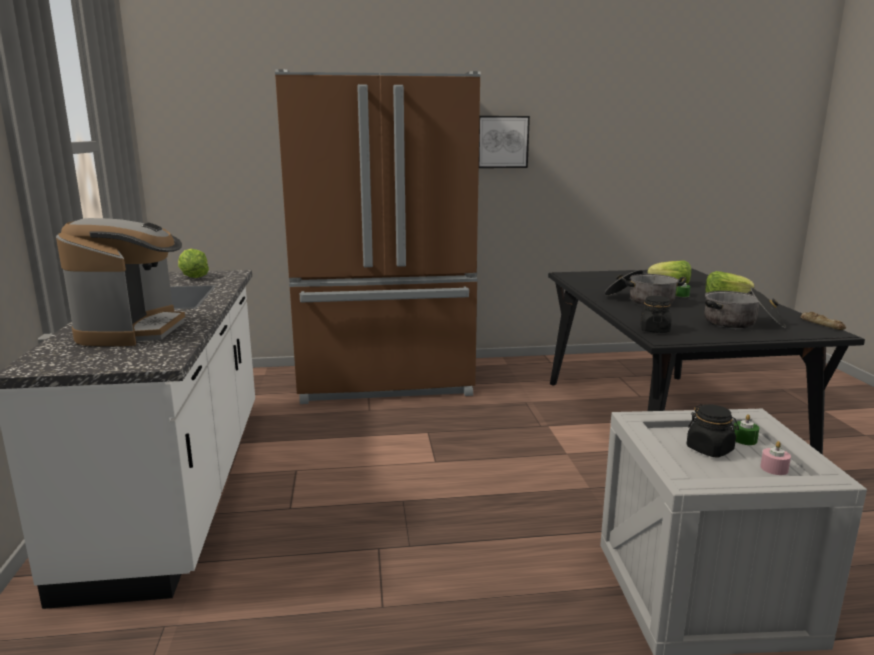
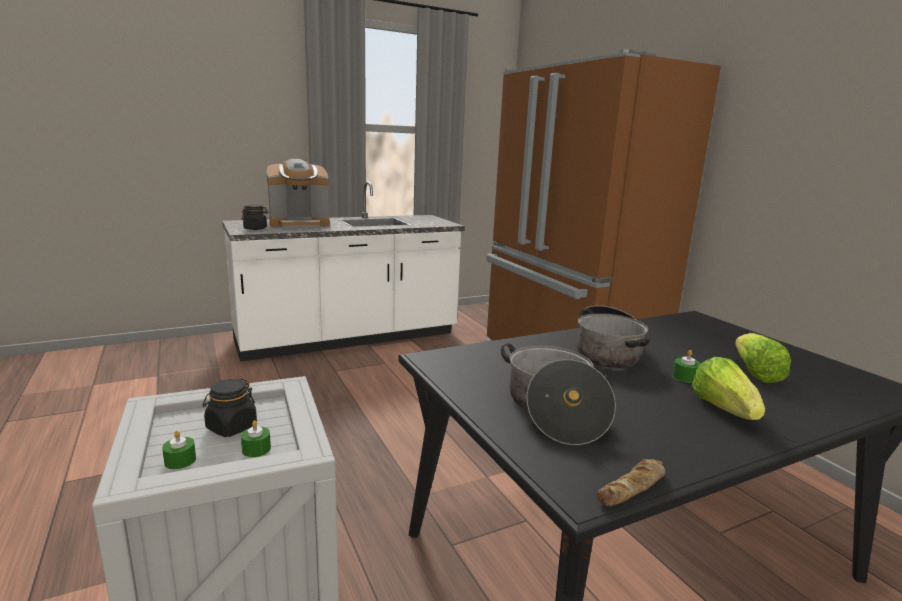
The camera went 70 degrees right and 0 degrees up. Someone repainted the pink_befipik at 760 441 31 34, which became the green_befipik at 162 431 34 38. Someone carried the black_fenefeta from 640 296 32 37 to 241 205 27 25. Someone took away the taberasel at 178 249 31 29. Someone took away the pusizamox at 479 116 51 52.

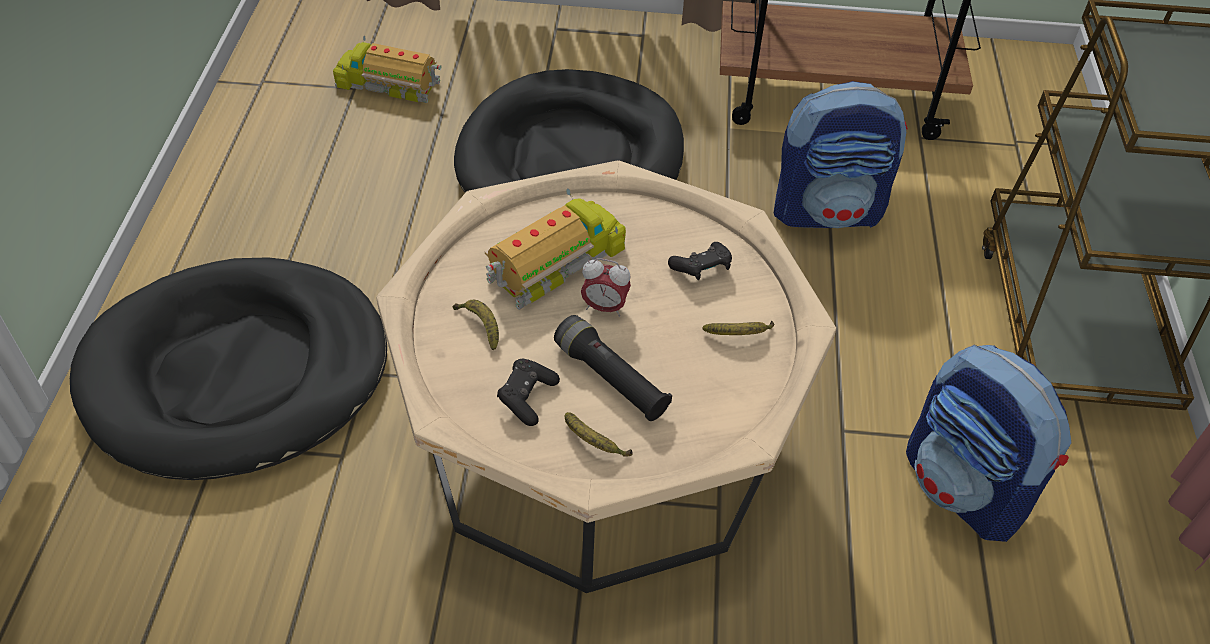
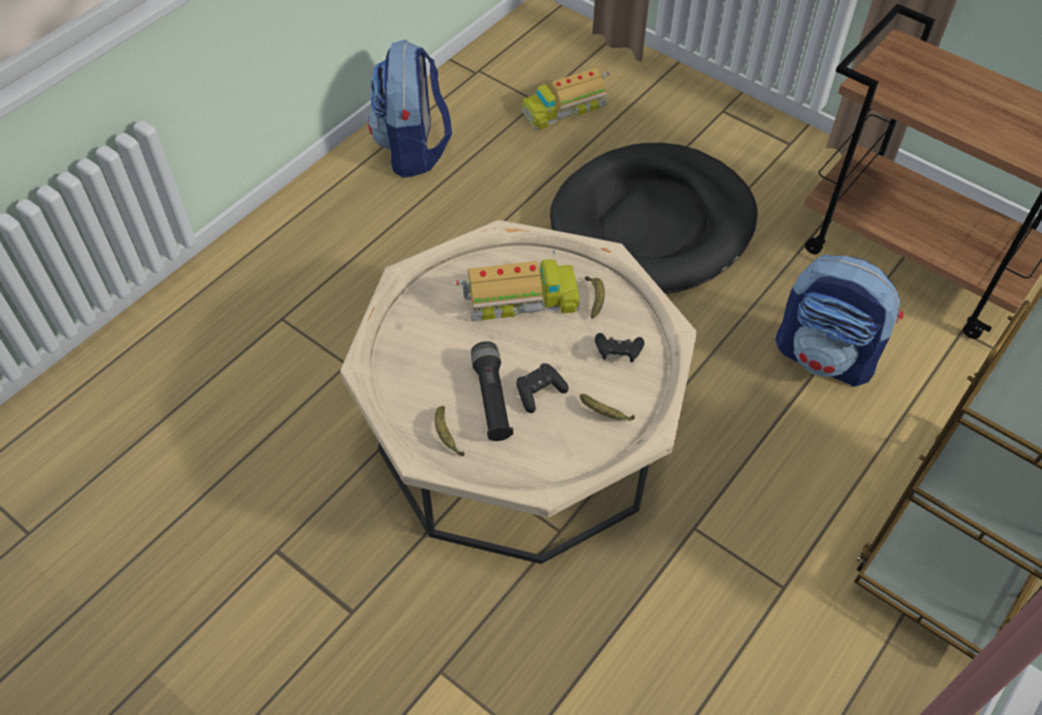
The camera went 35 degrees right and 5 degrees up. Someone carried the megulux from 906 345 165 197 to 368 40 84 138. Someone carried the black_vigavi from 497 359 63 67 to 516 363 53 50. Someone rotated the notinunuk at 333 36 108 67 by 75 degrees counterclockwise. Someone carried the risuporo from 452 300 47 51 to 585 276 20 42. Someone took away the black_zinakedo at 70 257 317 223. Someone took away the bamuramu at 581 258 50 59.

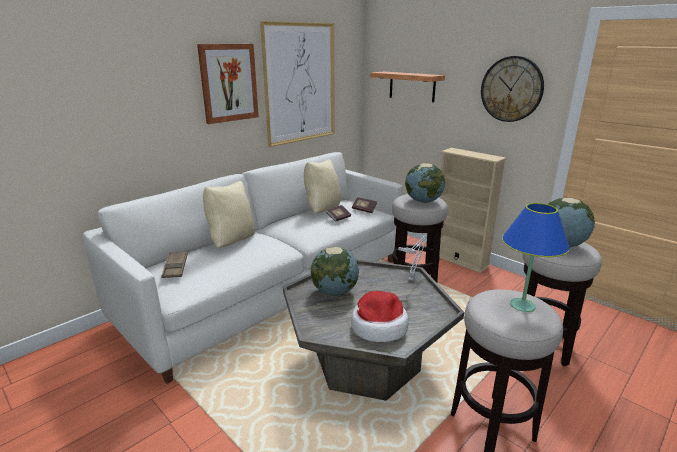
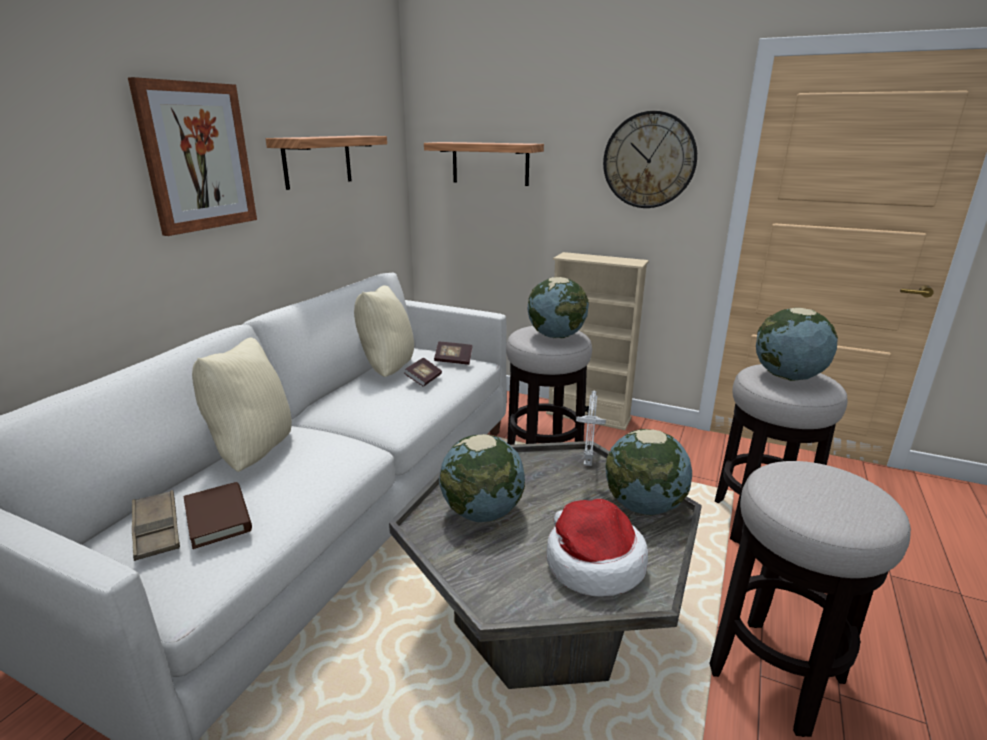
The camera went 20 degrees left and 0 degrees up. Someone put down the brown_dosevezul at 184 482 68 67. Someone swapped the pusizamox at 260 21 75 126 for the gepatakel at 266 136 121 54. Someone put down the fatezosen at 605 429 87 87. Someone took away the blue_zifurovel at 502 203 68 109.

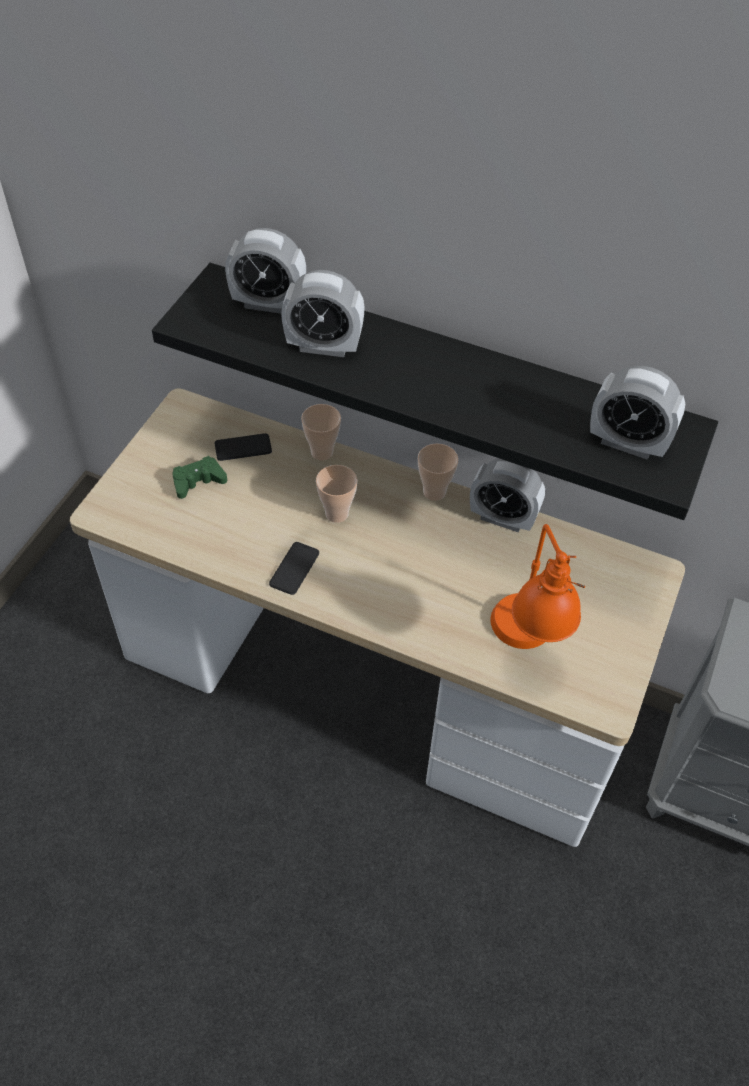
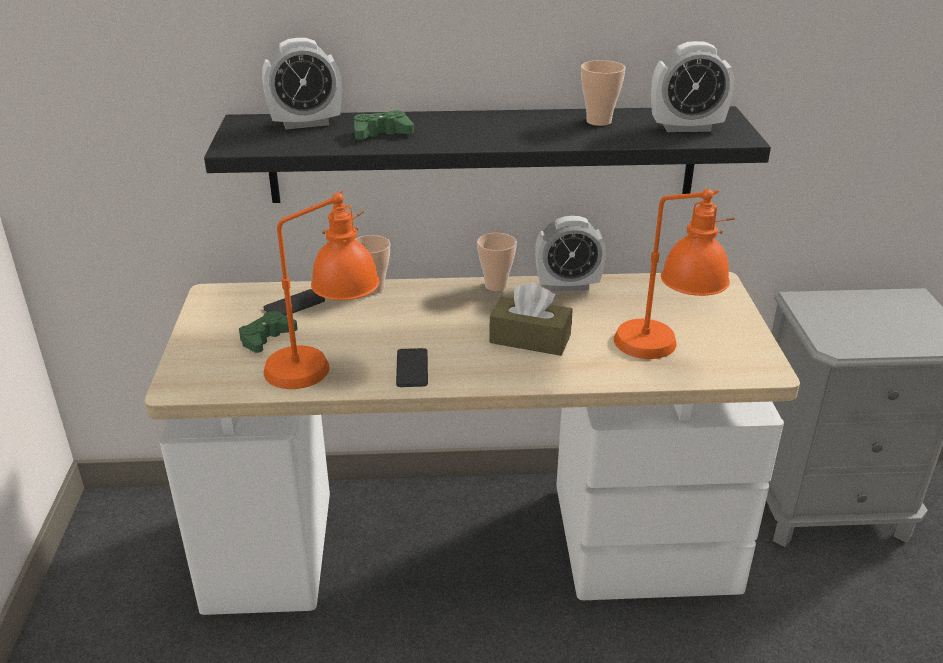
The camera went 25 degrees left and 20 degrees down. Someone put down the orange_zifurovel at 264 190 116 199. Someone swapped the bamuramu at 281 270 84 87 for the green_vigavi at 354 110 60 30. Someone put down the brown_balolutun at 489 282 84 74. Someone carried the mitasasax from 316 465 42 58 to 581 60 44 66.

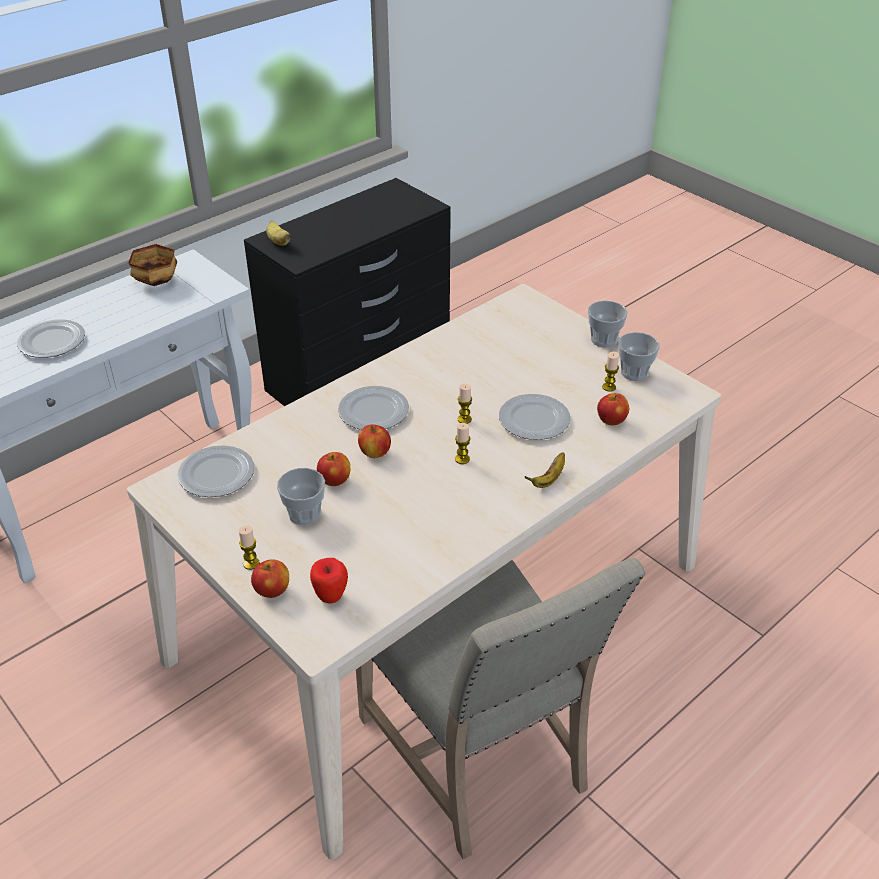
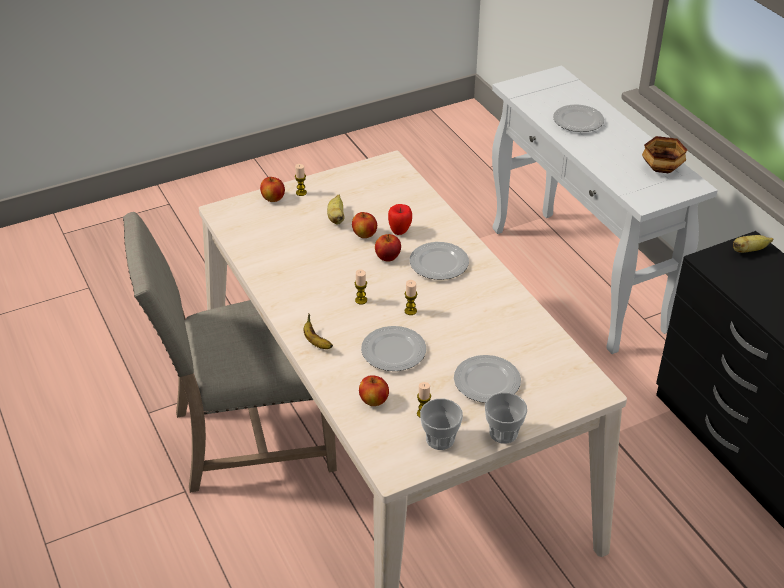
The camera went 105 degrees right and 0 degrees up. Someone swapped the mitasasax at 277 468 48 57 for the risuporo at 327 195 18 30. Someone carried the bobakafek from 310 558 38 45 to 388 204 24 31. Someone carried the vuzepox from 177 445 77 52 to 454 355 67 48.

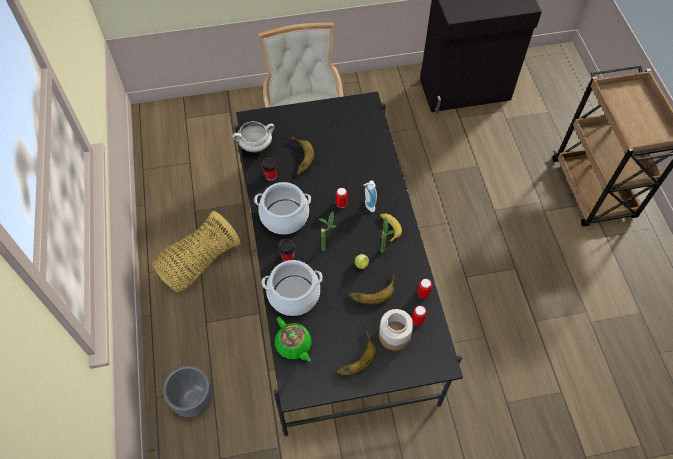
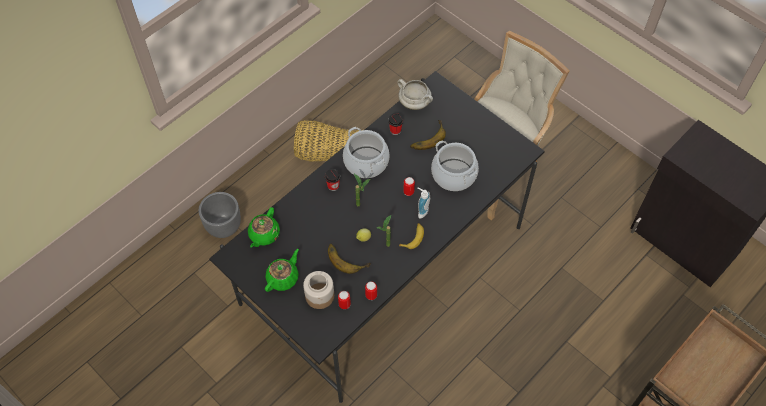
The camera went 55 degrees right and 0 degrees up. Someone swapped the risuporo at 335 330 41 46 for the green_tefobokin at 265 249 34 43. Someone carried the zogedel from 262 260 61 56 to 431 141 48 50.

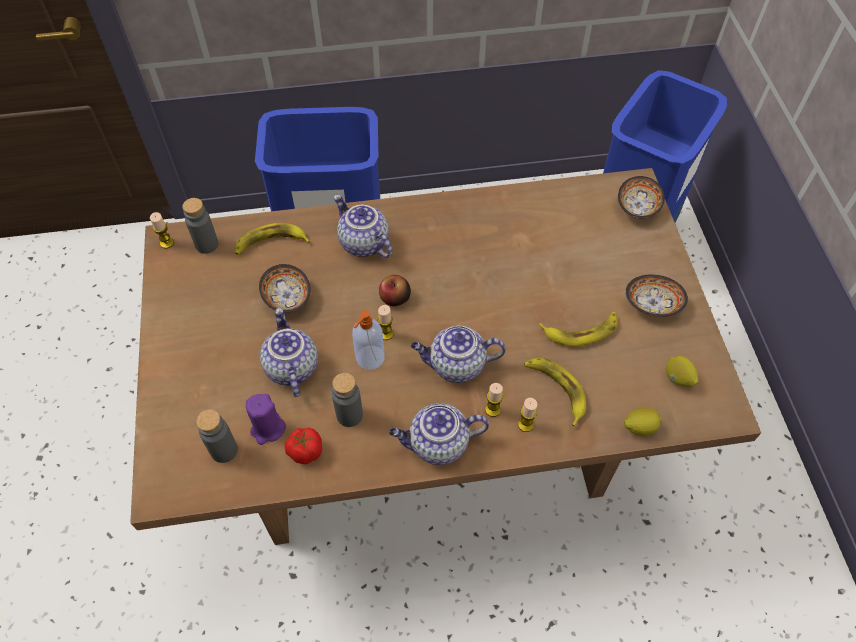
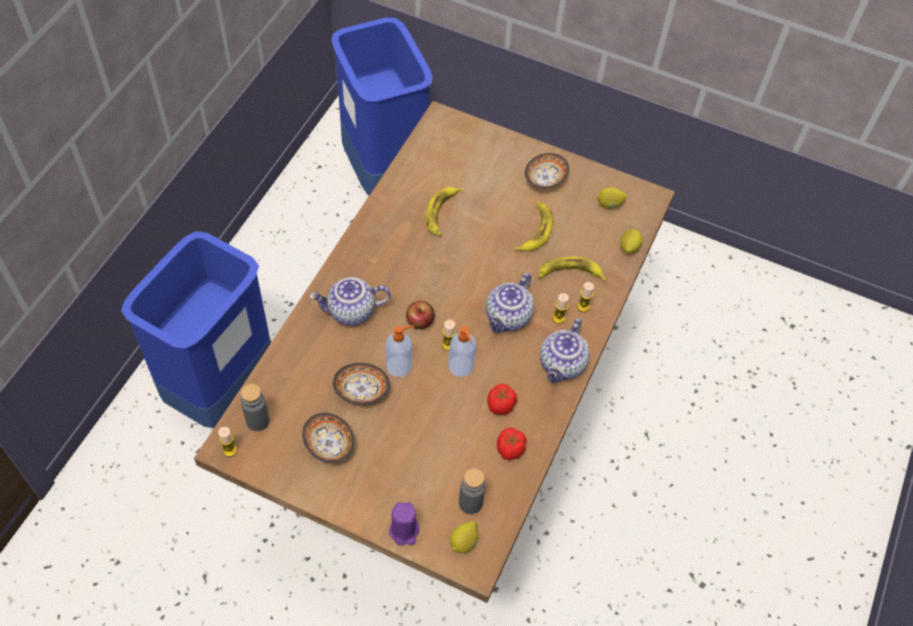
The camera went 60 degrees left and 0 degrees up. Someone carried the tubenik from 618 176 47 42 to 302 413 52 50. Someone put down the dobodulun at 386 325 28 52. Someone carried the purple_befipik from 246 394 40 51 to 389 502 30 44. Someone carried the risuporo from 235 223 75 32 to 425 187 39 49. Someone put down the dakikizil at 450 521 28 32. Someone swapped the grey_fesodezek at 332 373 31 54 for the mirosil at 487 384 30 31. Someone took away the tefobokin at 260 308 58 89.

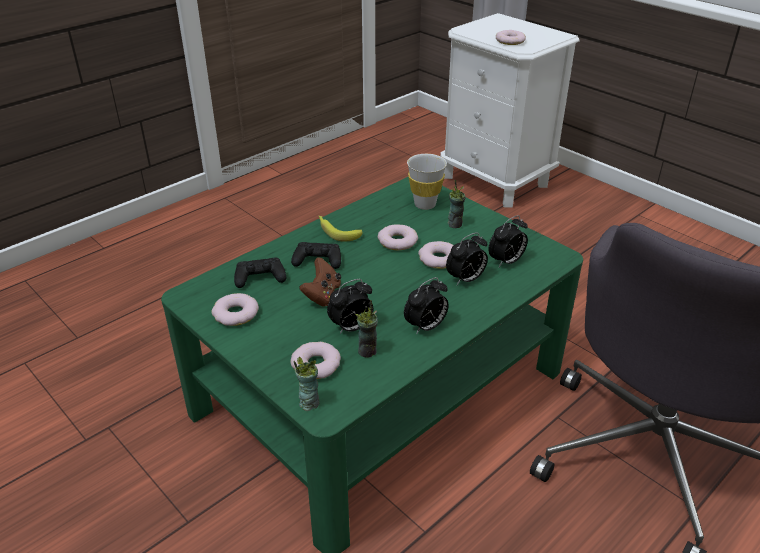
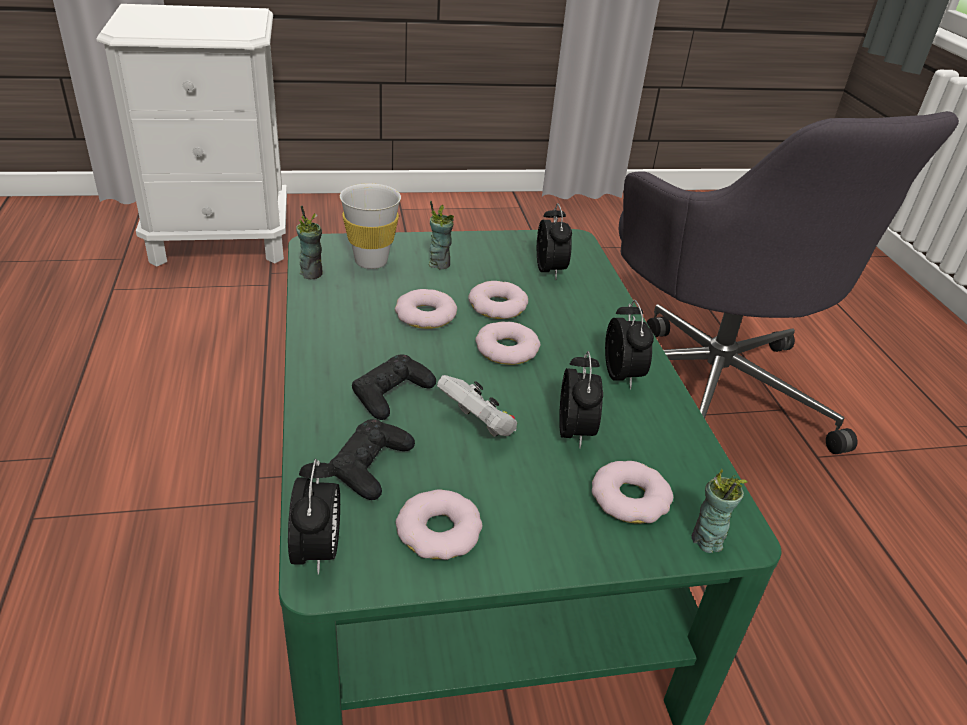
The camera went 60 degrees left and 0 degrees up. Someone carried the bamuramu from 446 232 42 53 to 288 459 52 116. Someone carried the mitasasax from 355 300 23 58 to 296 206 26 73. Someone repainted the brown_vigavi at 299 257 42 50, which became the white_vigavi at 437 375 80 62. Someone carried the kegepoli from 496 30 30 15 to 475 321 65 44. Someone took away the risuporo at 319 216 43 26.

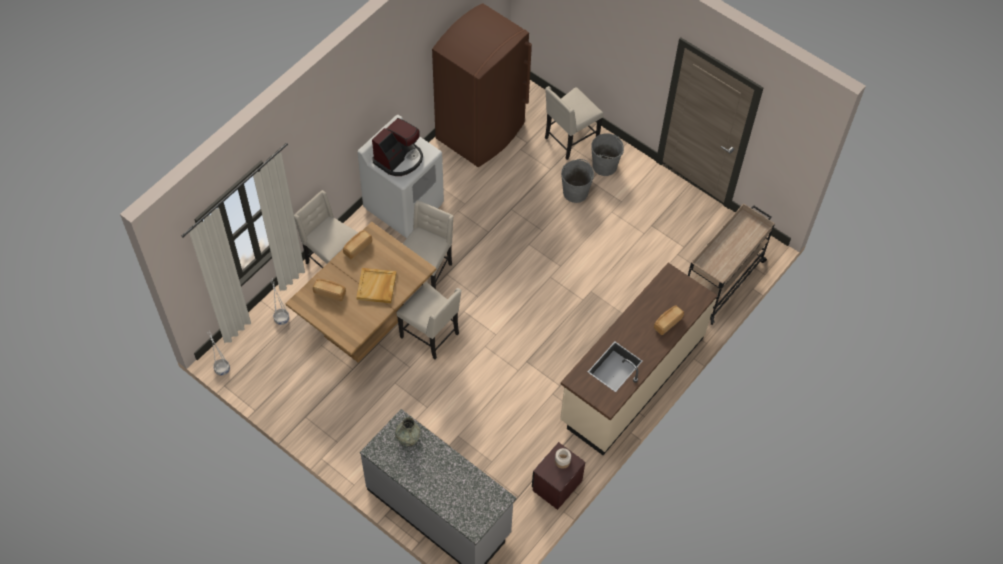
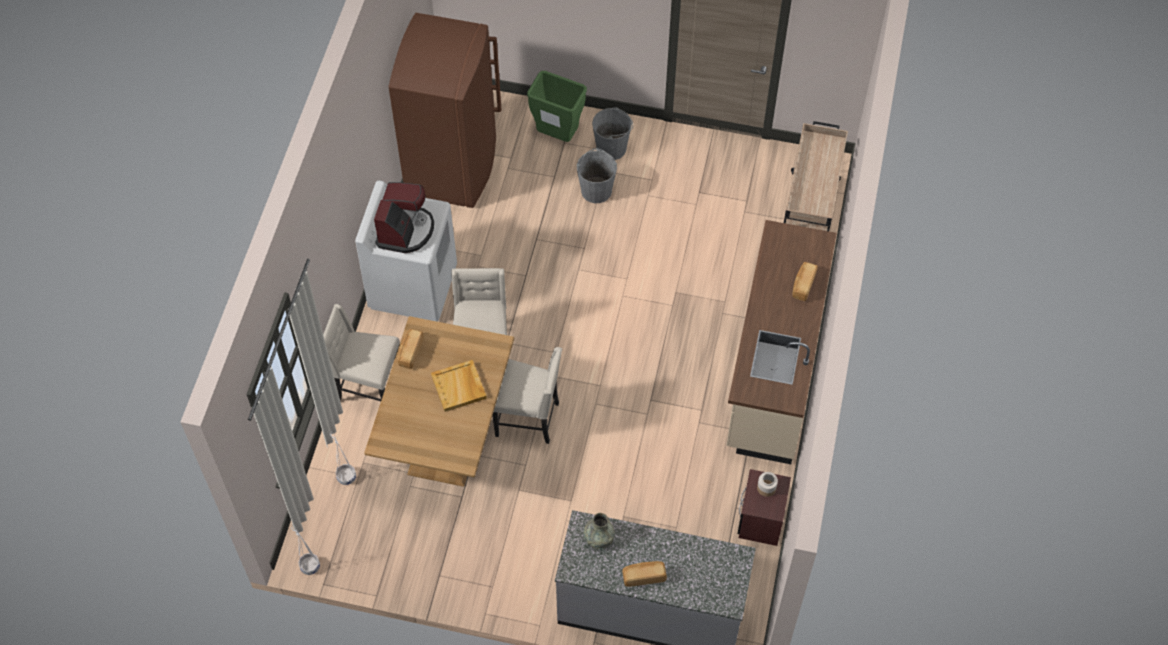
The camera went 25 degrees left and 0 degrees up. Someone swapped the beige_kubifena at 545 86 58 74 for the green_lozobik at 527 71 60 71. Someone carried the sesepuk from 313 279 33 22 to 622 561 45 26.

